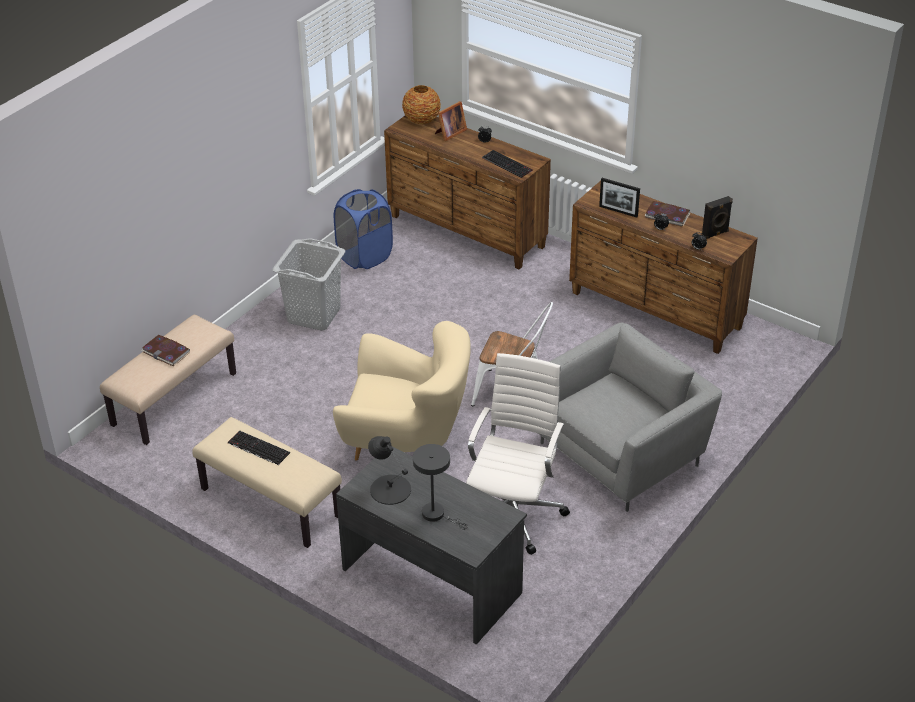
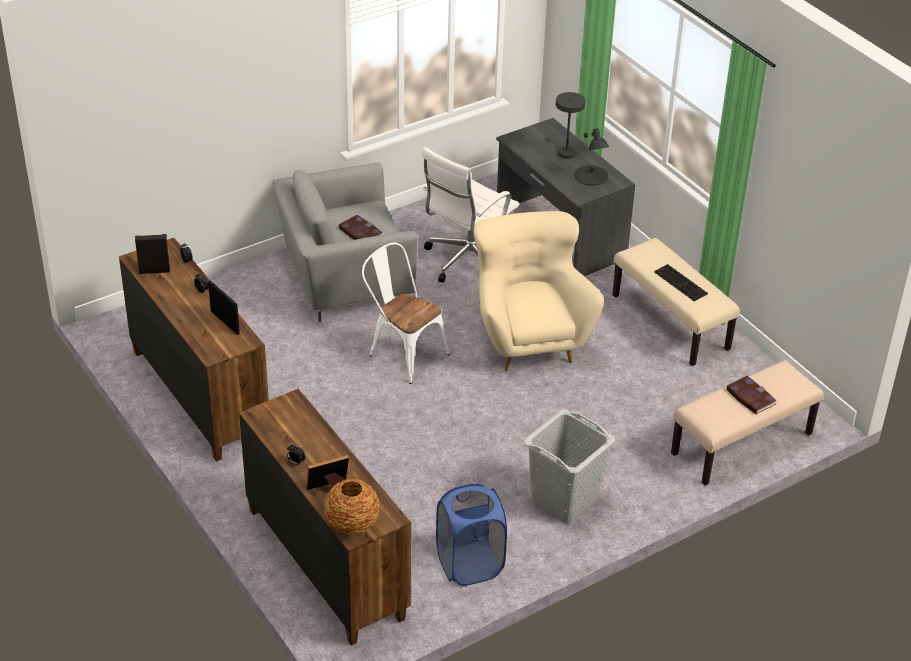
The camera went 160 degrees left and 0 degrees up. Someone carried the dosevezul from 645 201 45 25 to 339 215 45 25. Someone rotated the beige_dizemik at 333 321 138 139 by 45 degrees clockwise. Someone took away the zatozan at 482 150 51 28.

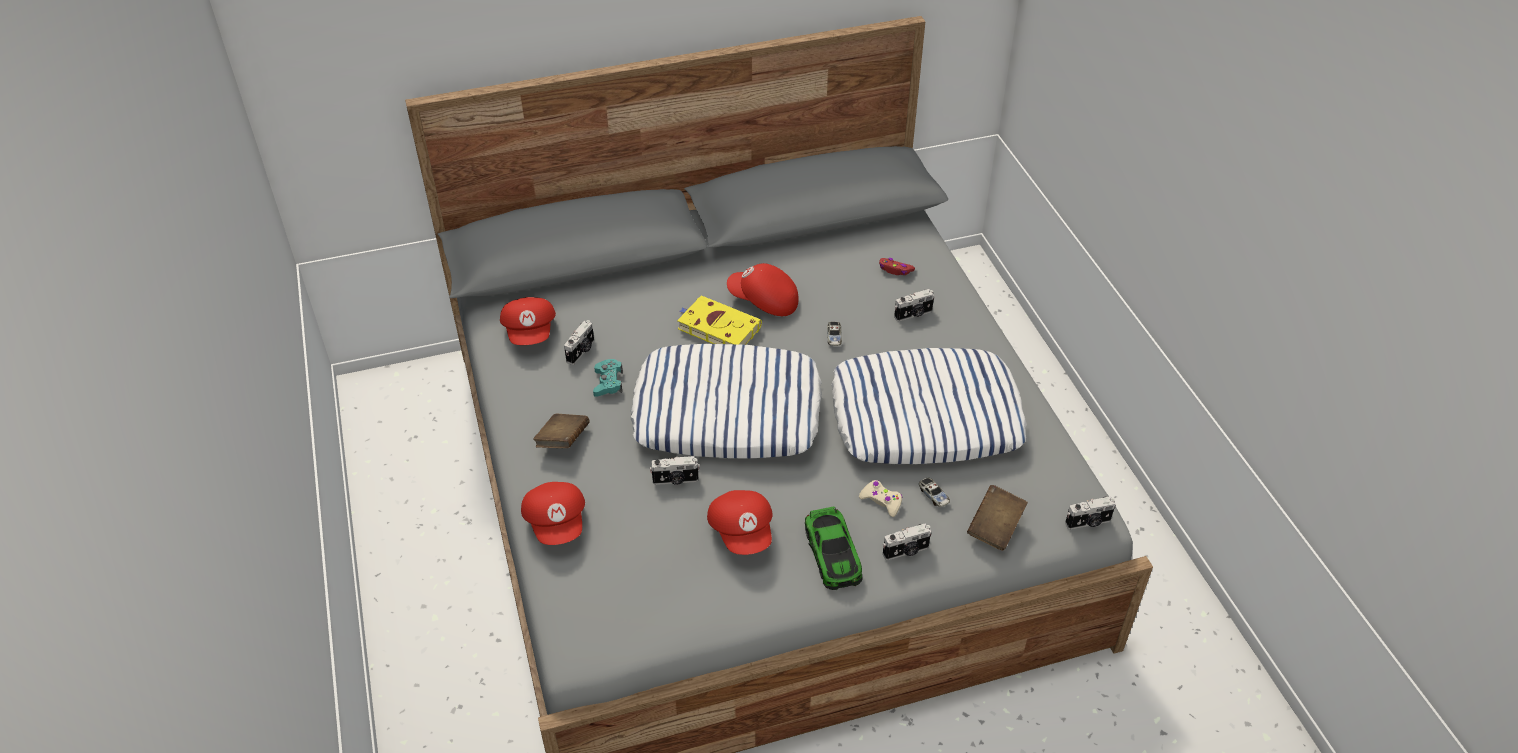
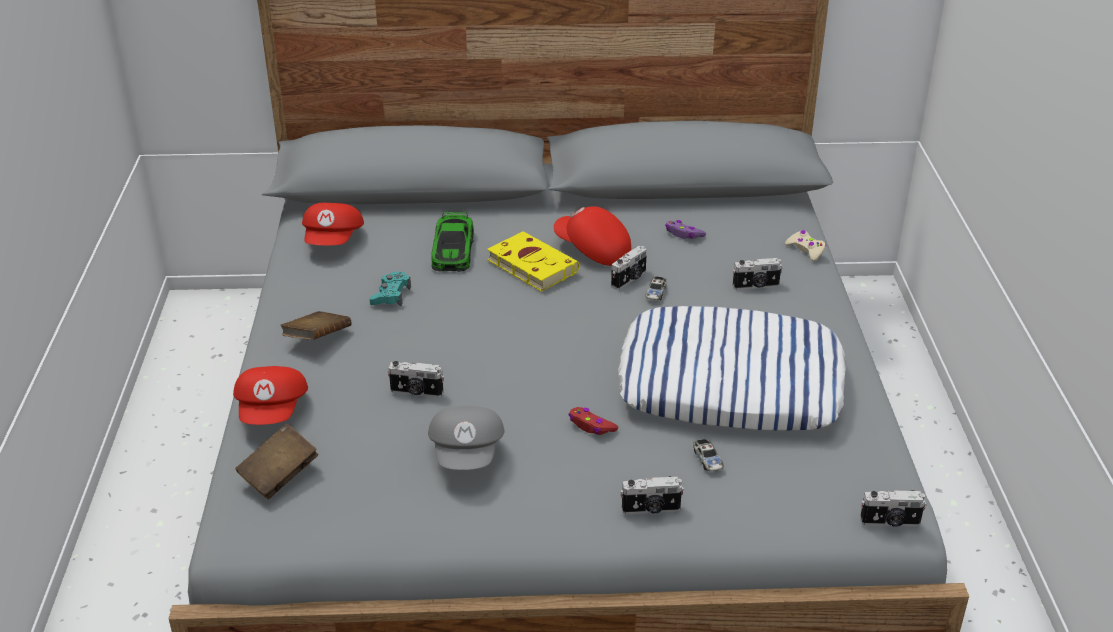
The camera went 15 degrees right and 10 degrees down. Someone carried the brown_dosevezul from 967 485 61 66 to 235 424 83 75. Someone repainted the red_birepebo at 707 490 66 65, which became the grey_birepebo at 428 406 77 64. Someone carried the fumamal from 805 506 57 84 to 431 212 43 60. Someone carried the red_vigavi from 879 258 36 17 to 568 407 51 28. Someone carried the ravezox from 564 320 30 45 to 611 246 36 44. Someone put down the purple_vigavi at 665 220 41 19. Someone carried the beige_vigavi from 859 480 44 37 to 785 230 41 31. Someone took away the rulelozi at 631 344 191 115.

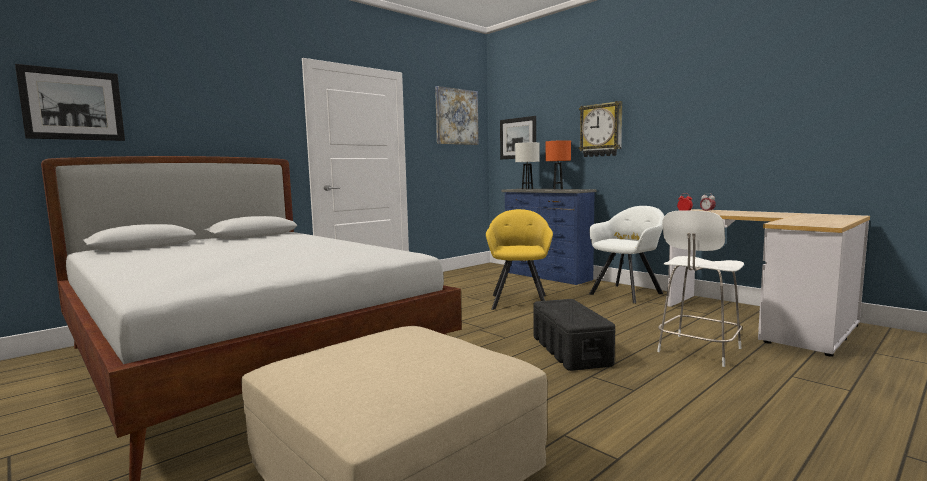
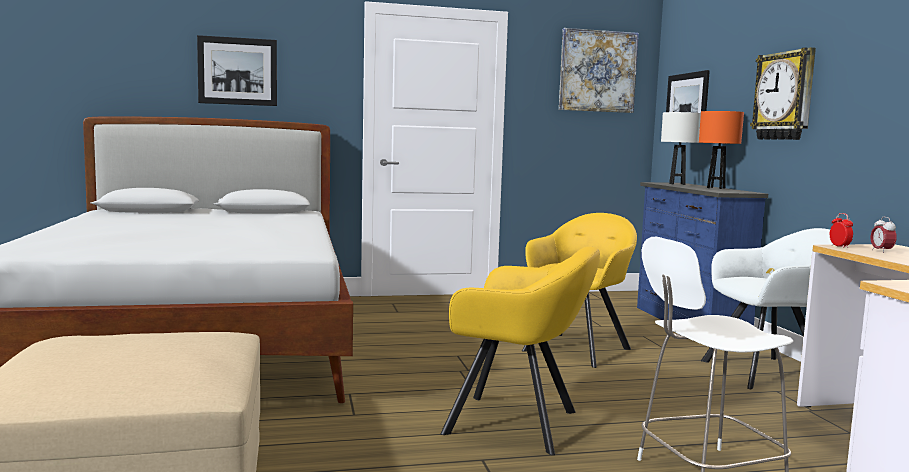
The camera went 30 degrees right and 0 degrees up. Someone carried the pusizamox from 15 64 110 77 to 197 35 80 71. Someone swapped the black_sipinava at 533 299 82 72 for the yellow_dizemik at 441 247 159 208.

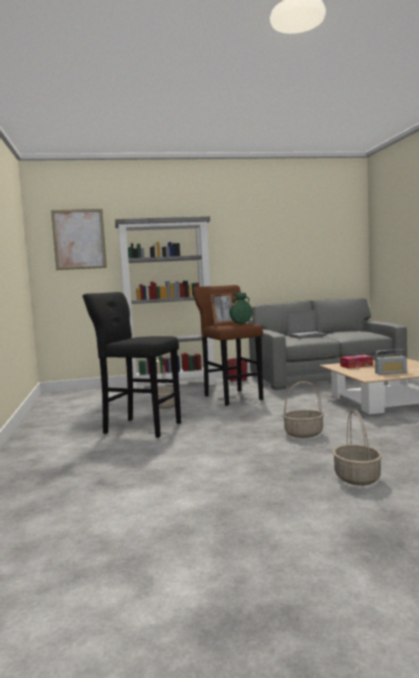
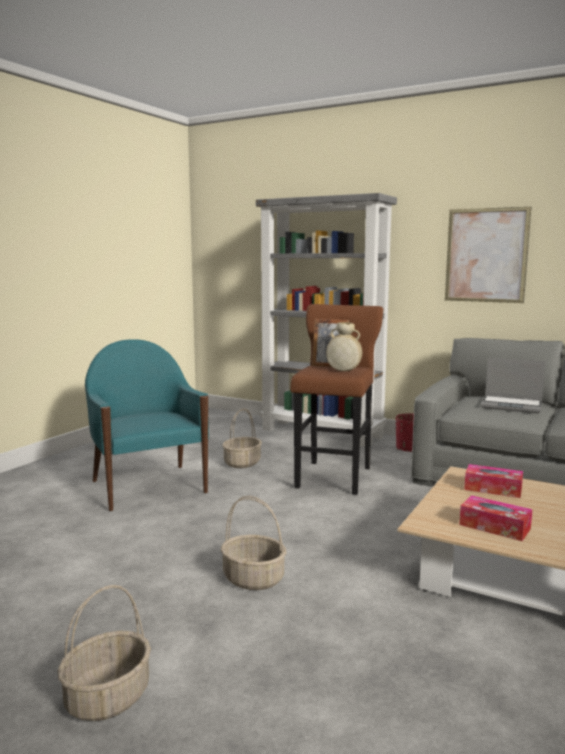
The camera went 40 degrees right and 5 degrees up. Someone swapped the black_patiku at 82 292 99 146 for the turquoise_dizemik at 85 339 124 172. Someone repainted the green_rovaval at 229 293 24 31, which became the beige_rovaval at 326 322 36 49. Someone carried the pusizamox from 51 209 56 61 to 445 207 86 96. Someone swapped the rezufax at 375 349 32 26 for the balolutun at 459 495 74 46.

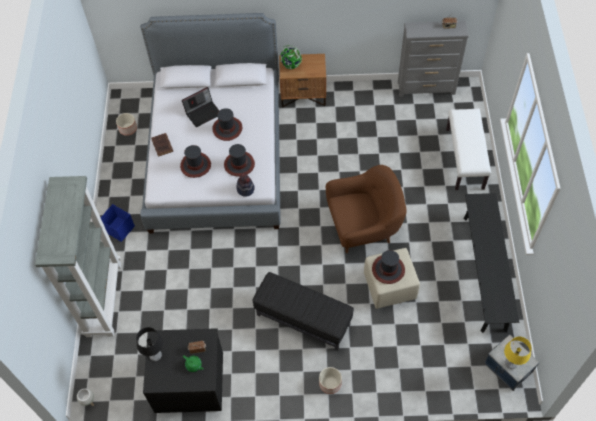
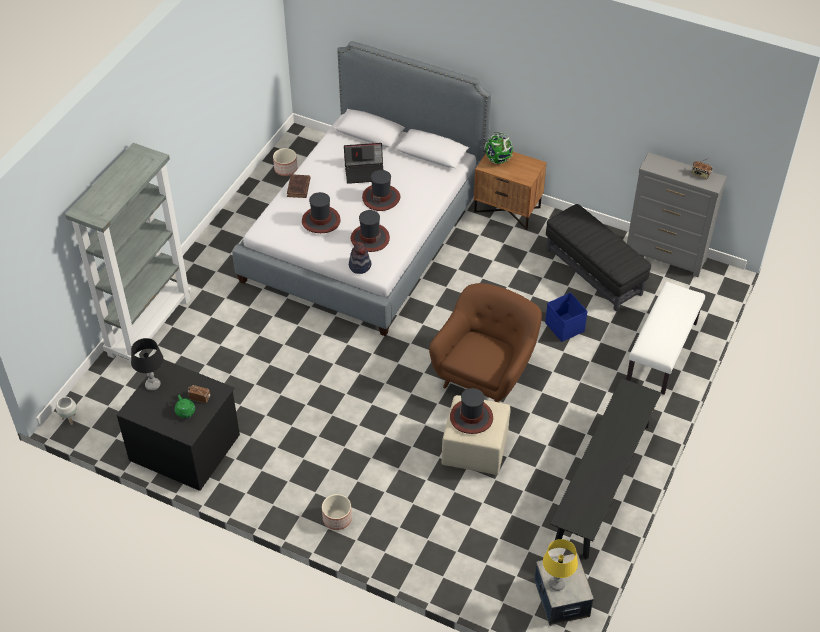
The camera went 25 degrees right and 10 degrees down. Someone rotated the brown_dizemik at 326 165 80 88 by 75 degrees counterclockwise. Someone carried the blue_sipinava from 101 204 34 38 to 545 292 43 50. Someone carried the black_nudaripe from 253 272 101 79 to 546 204 105 107.

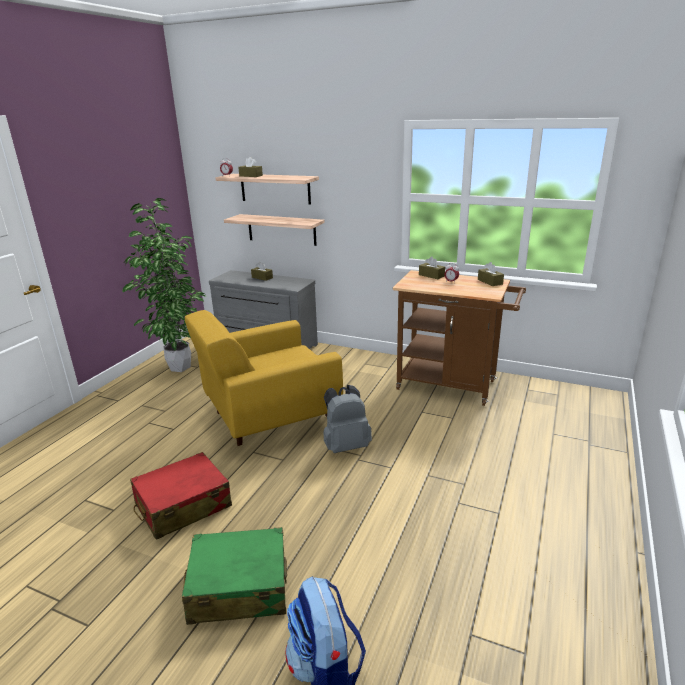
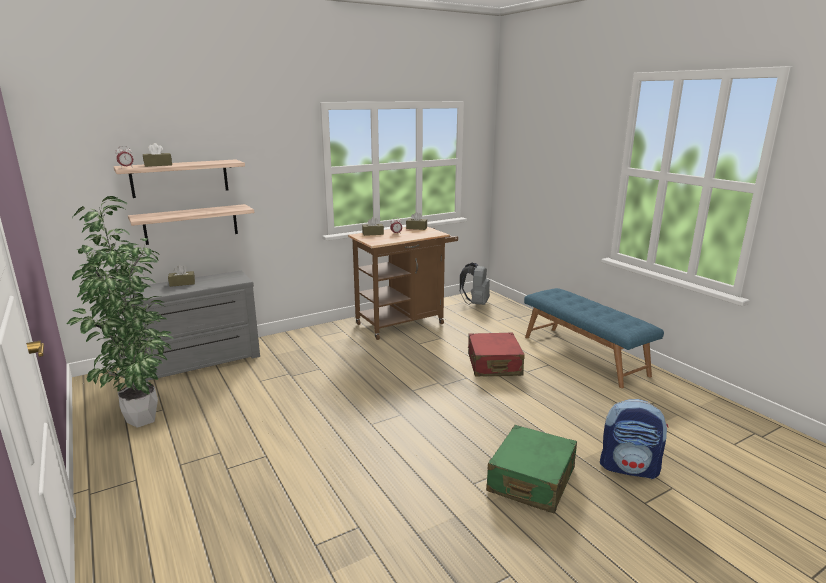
The camera went 55 degrees left and 5 degrees down. Someone carried the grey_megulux from 323 385 49 68 to 460 263 30 42. Someone carried the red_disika from 130 452 102 88 to 468 332 57 45. Someone put down the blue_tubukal at 524 288 140 100. Someone took away the yellow_dizemik at 185 310 158 136.

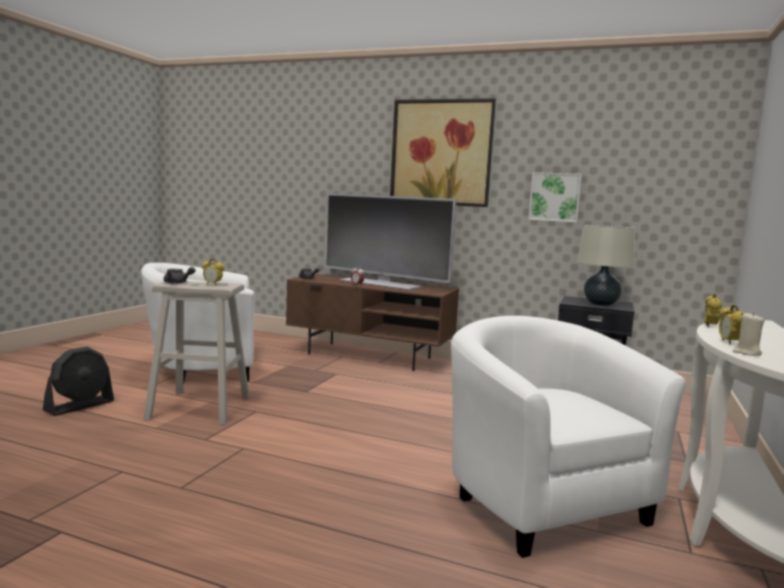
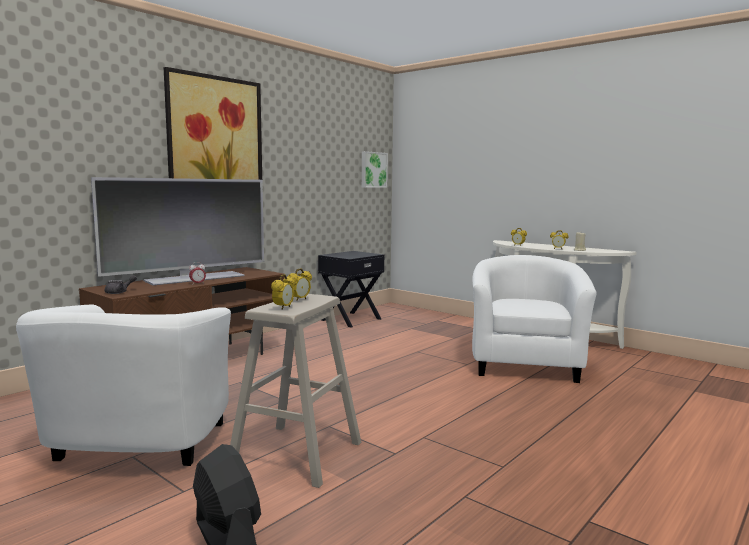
The camera went 70 degrees left and 0 degrees up. Someone swapped the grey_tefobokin at 164 267 32 17 for the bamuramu at 271 274 24 36. Someone carried the pusizamox from 528 172 54 50 to 362 151 26 37. Someone rotated the white_dizemik at 451 316 235 242 by 105 degrees clockwise. Someone took away the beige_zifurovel at 577 225 58 81.

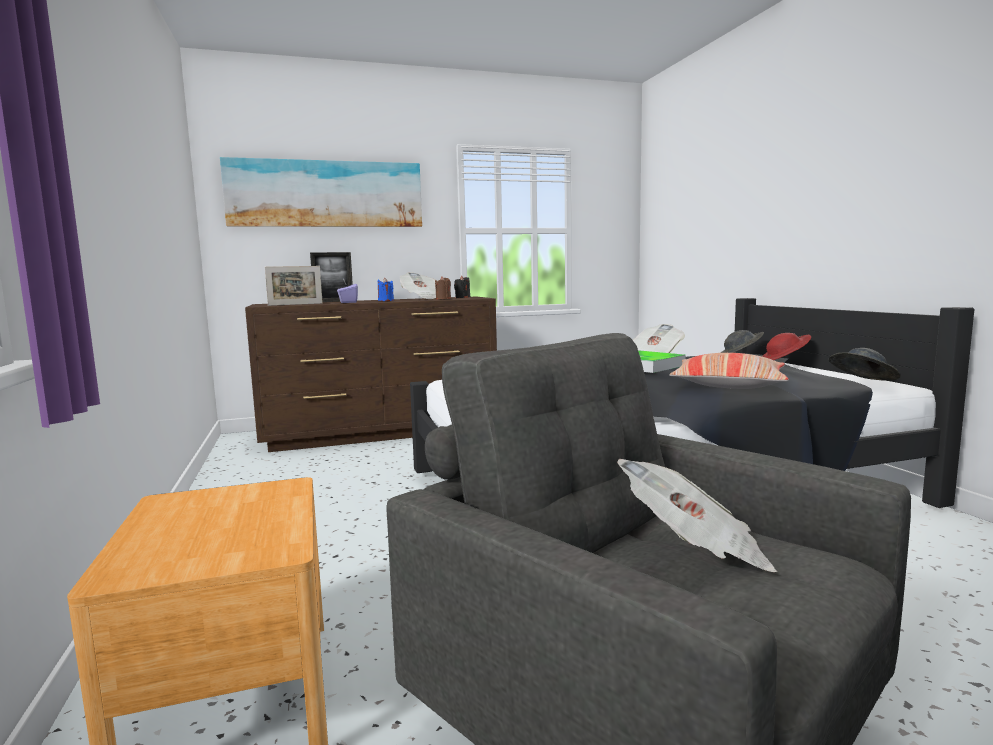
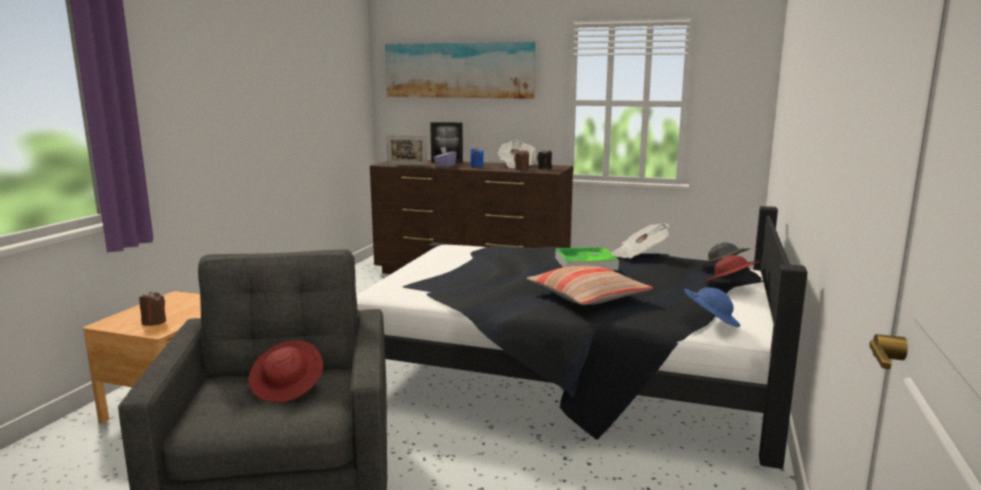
The camera went 35 degrees right and 5 degrees up. Someone put down the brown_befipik at 139 291 27 35. Someone swapped the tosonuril at 617 459 160 113 for the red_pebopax at 248 340 75 63. Someone repainted the grey_pebopax at 829 348 72 33, which became the blue_pebopax at 684 287 56 40.

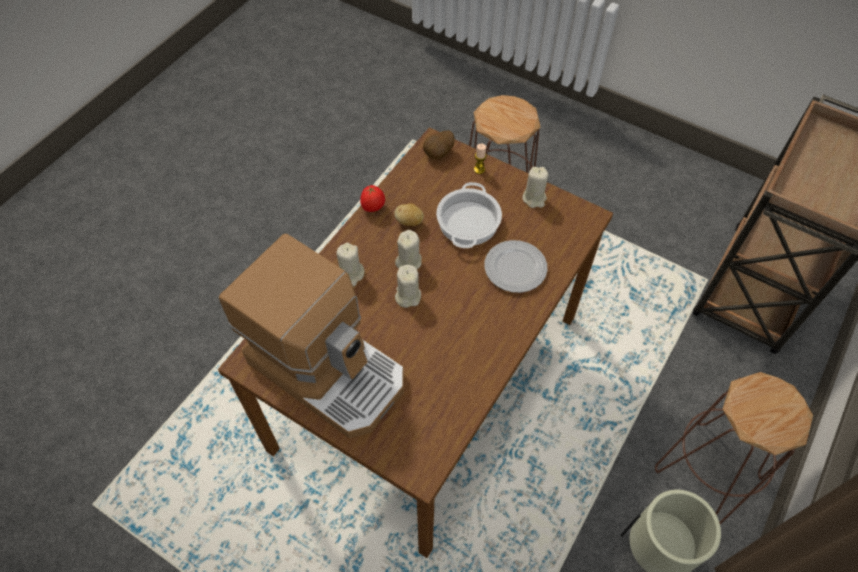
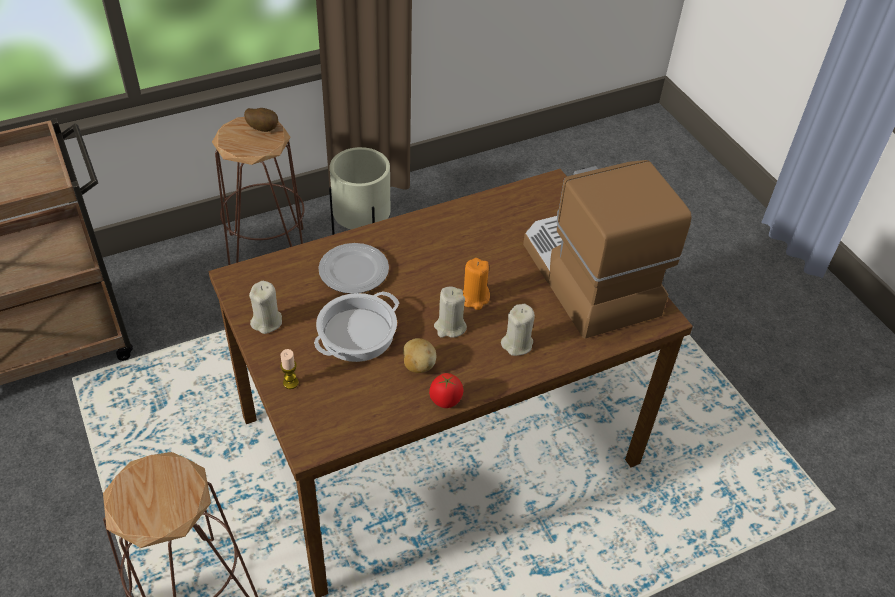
The camera went 150 degrees left and 10 degrees down. Someone carried the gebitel from 423 130 32 29 to 244 108 34 24. Someone repainted the beige_befipik at 395 265 26 43, which became the orange_befipik at 463 258 27 52.

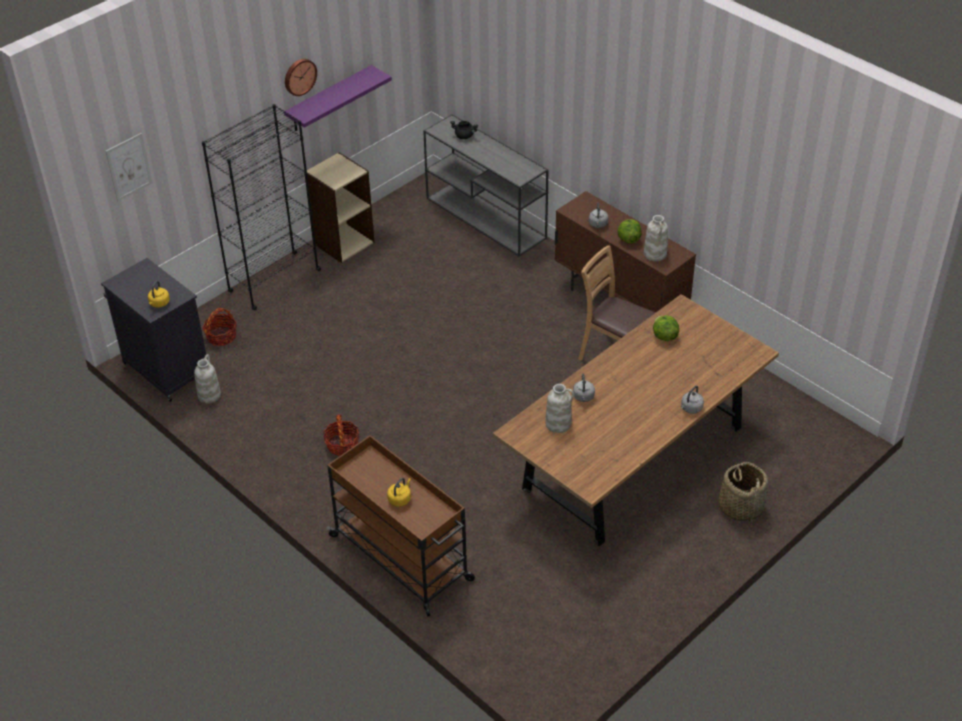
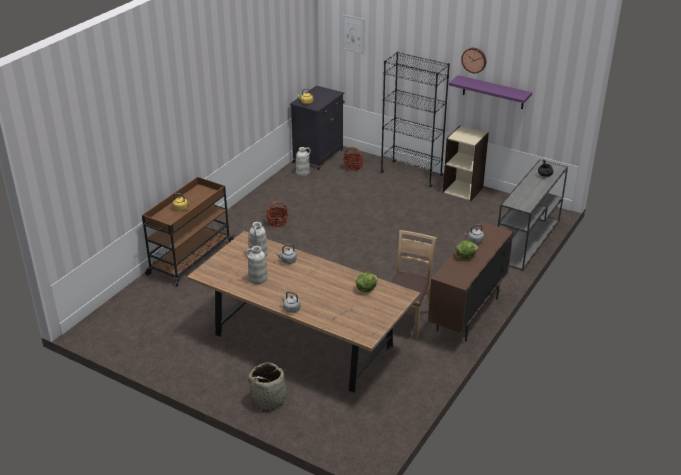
The camera went 75 degrees right and 10 degrees down. Someone carried the white_rovaval from 644 215 24 46 to 246 246 22 38.

